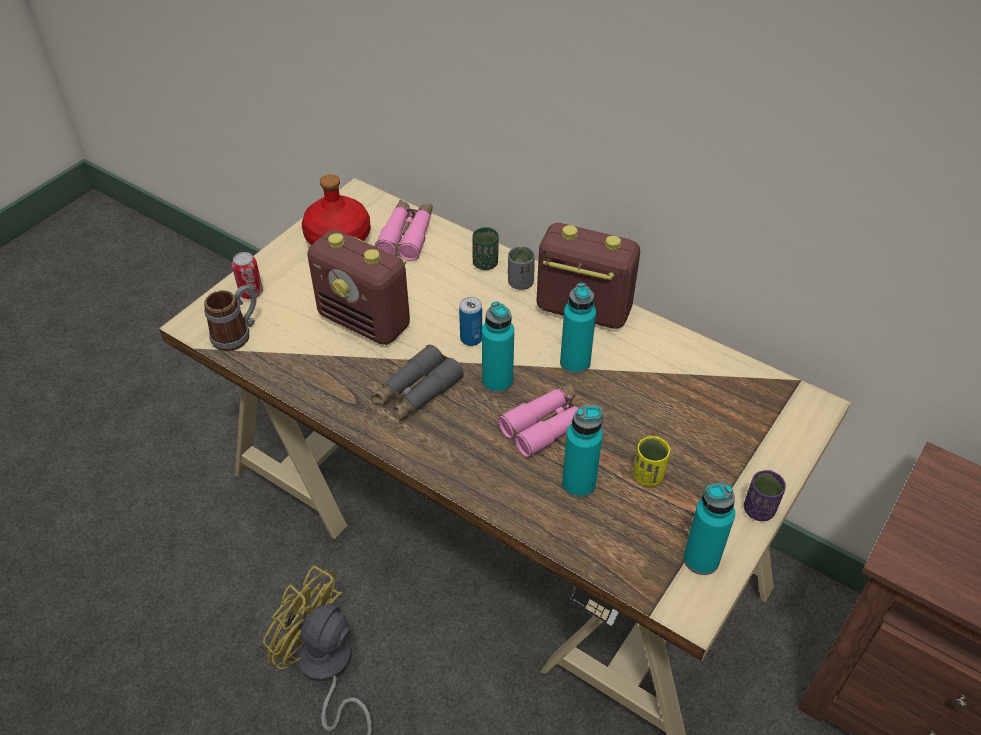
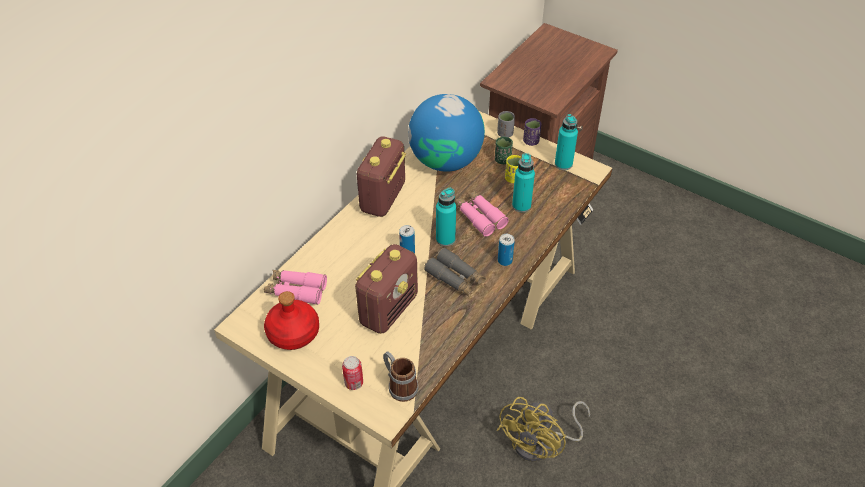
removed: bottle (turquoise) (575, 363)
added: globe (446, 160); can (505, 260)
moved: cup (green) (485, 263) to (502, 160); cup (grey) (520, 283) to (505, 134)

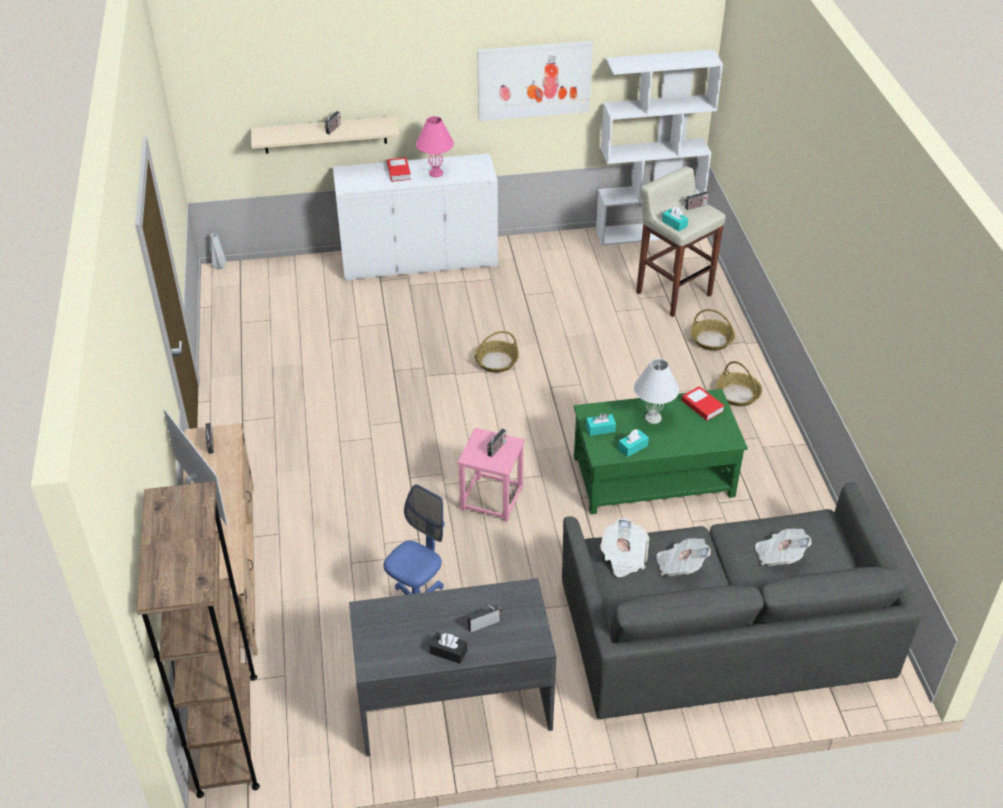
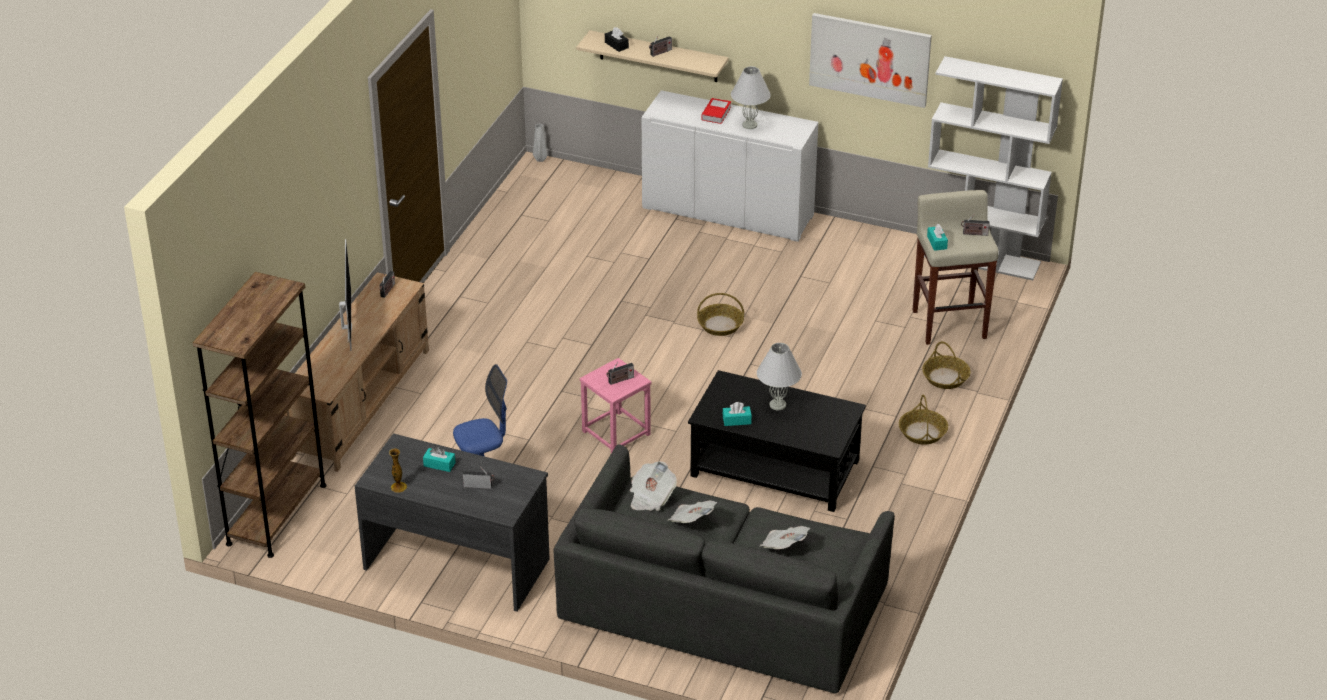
removed: book (702, 406)
added: vase (399, 487)
moved: tissue box (turquoise) (600, 429) to (439, 464); tissue box (black) (448, 652) to (616, 45)
recoloured: coffee table (green) (652, 476) to coffee table (black) (774, 468); table lamp (pink) (436, 173) to table lamp (white) (750, 125)

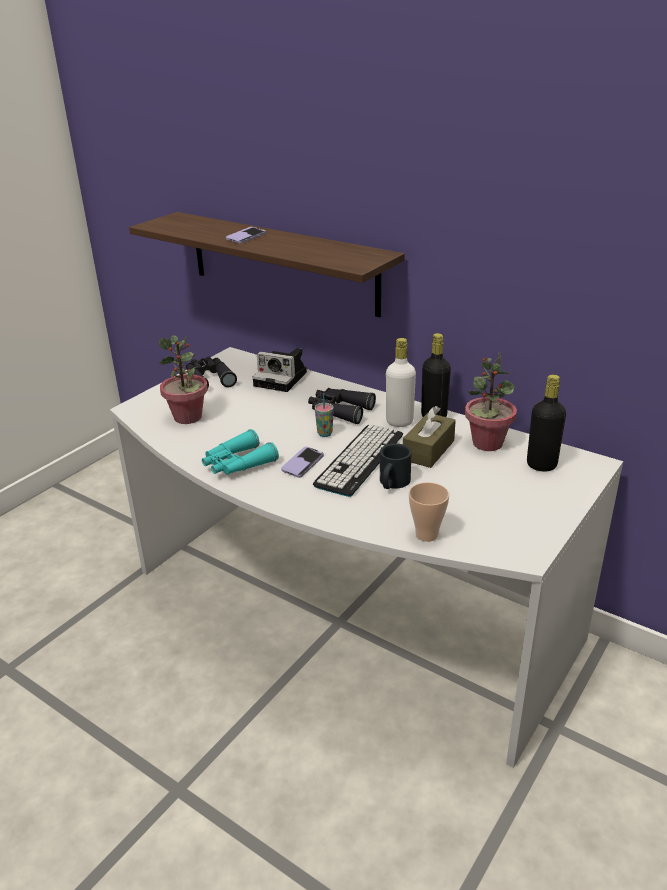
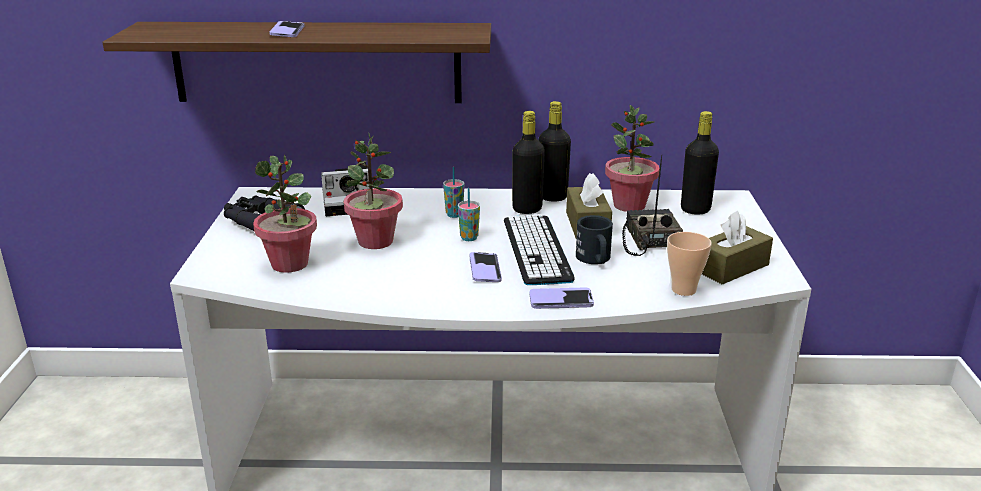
removed: binoculars (turquoise) (237, 464)
added: potted plant (375, 241); phone (561, 300); radio (648, 240); tissue box (brown) (731, 267)
replaced: binoculars (black) (339, 410) to cup (454, 215)
recoloured: bottle (white) (399, 422) to bottle (black) (527, 209)

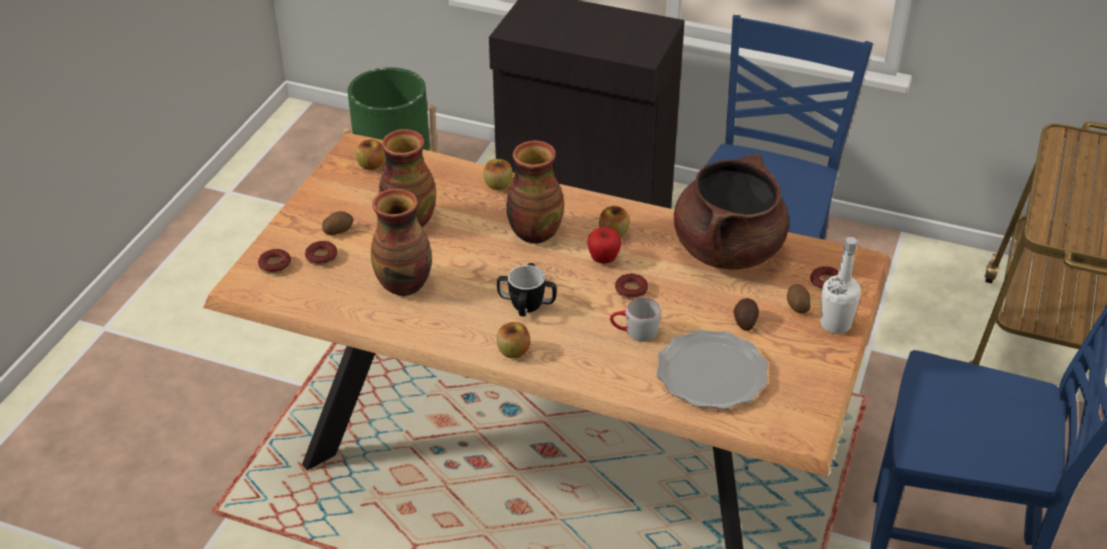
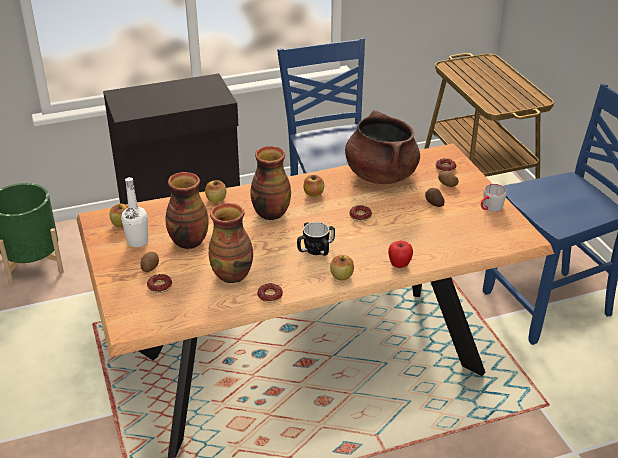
removed: plate (712, 373)
moved: bottle (white) (835, 324) to (137, 241); donut (275, 265) to (270, 296); apple (603, 260) to (399, 265); mug (grey) (634, 332) to (490, 208)

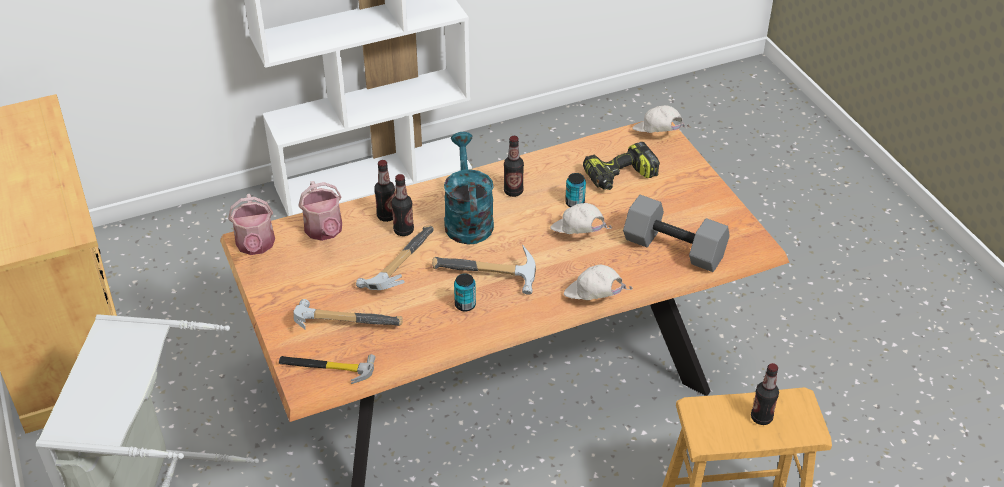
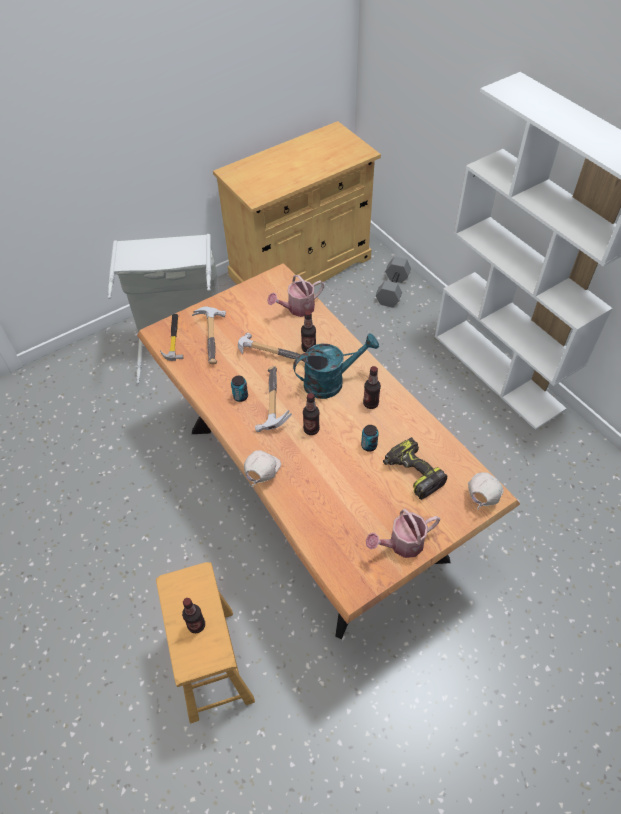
removed: cap (white) (578, 234)
moved: bottle (386, 216) to (311, 429); watering can (256, 246) to (401, 544); dumbbell (grey) (672, 249) to (392, 289)

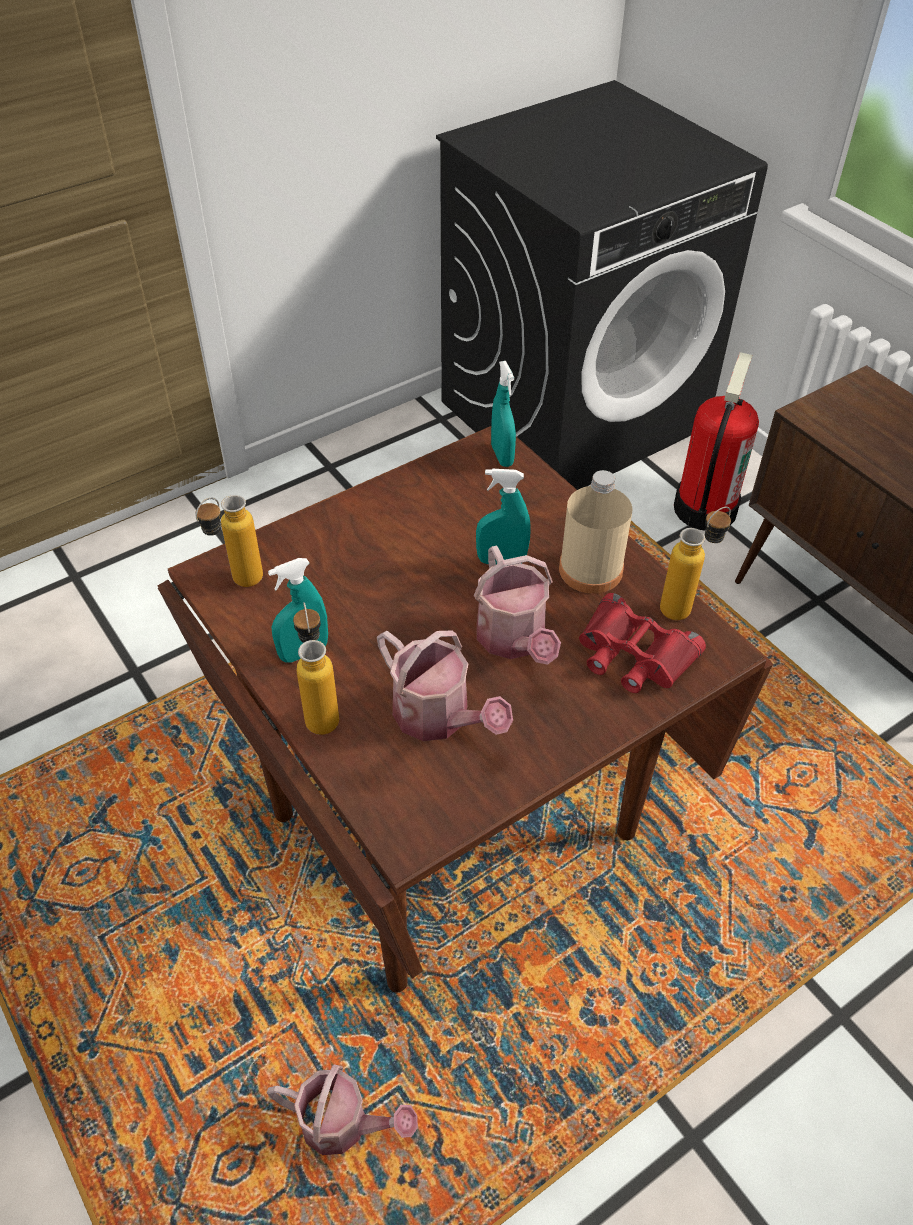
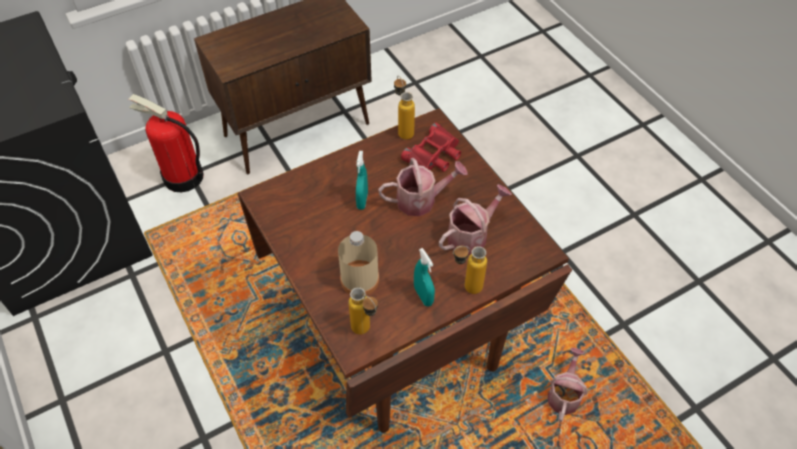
removed: spray bottle (turquoise) (502, 456)
moved: bottle (beige) (590, 570) to (359, 279)

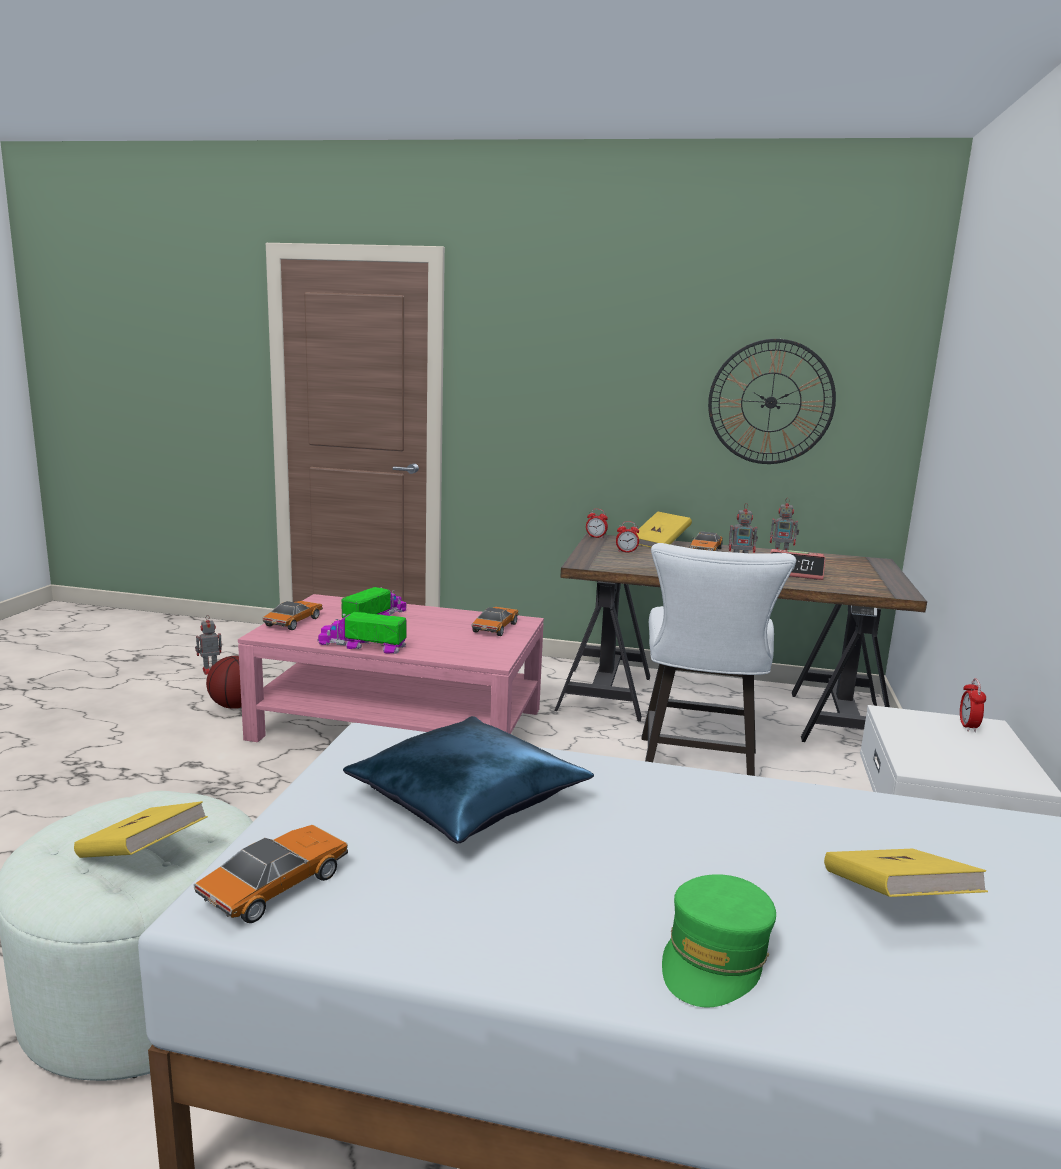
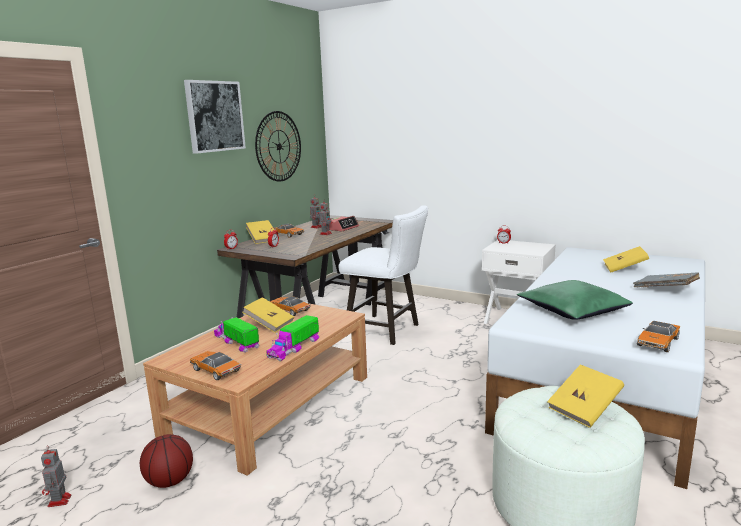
added: picture (215, 116); book (yellow) (269, 324)
replaced: cap (green) (715, 957) to book (grey) (665, 289)
recoloured: coffee table (pink) (398, 724) to coffee table (brown) (270, 405); pillow (blue) (465, 797) to pillow (green) (572, 310)
turned: toy car (275, 885) = (657, 342) 105 degrees counterclockwise

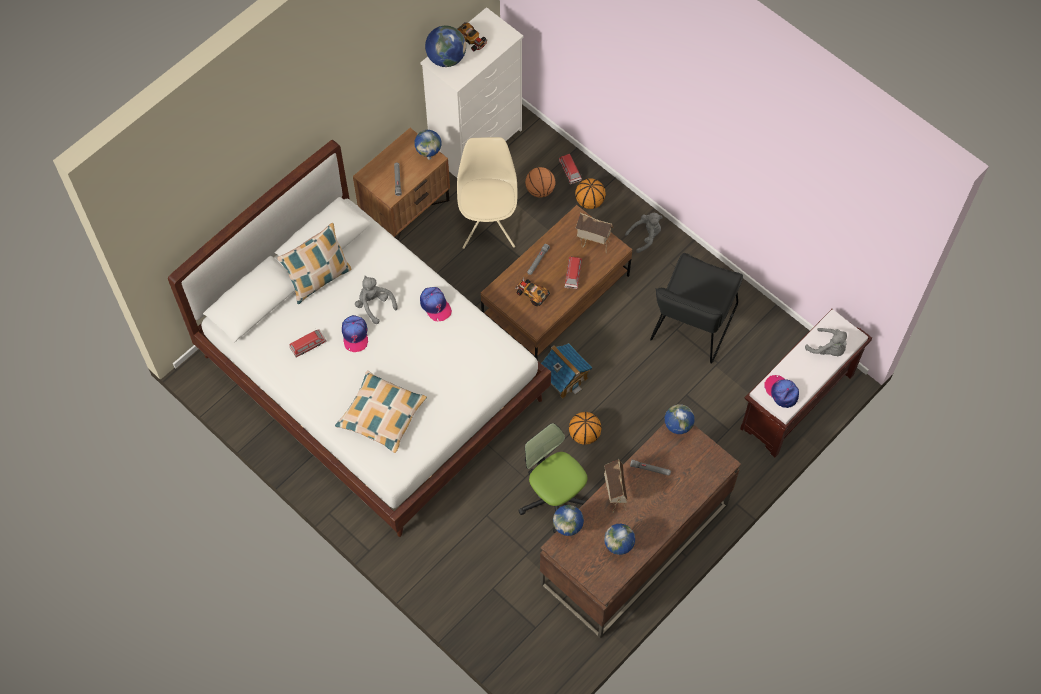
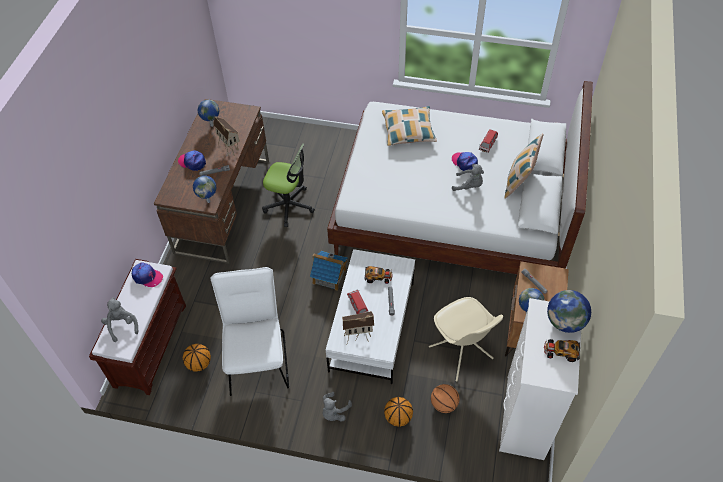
removed: globe (568, 530); toy car (570, 172)
moved: cap (435, 305) to (192, 162); basketball (584, 434) to (199, 364)
recoloured: chair (black) (691, 327) to chair (white) (257, 358); coffee table (brown) (556, 297) to coffee table (white) (372, 326)
turned: plush toy (grey) (828, 349) = (122, 325) 60 degrees clockwise

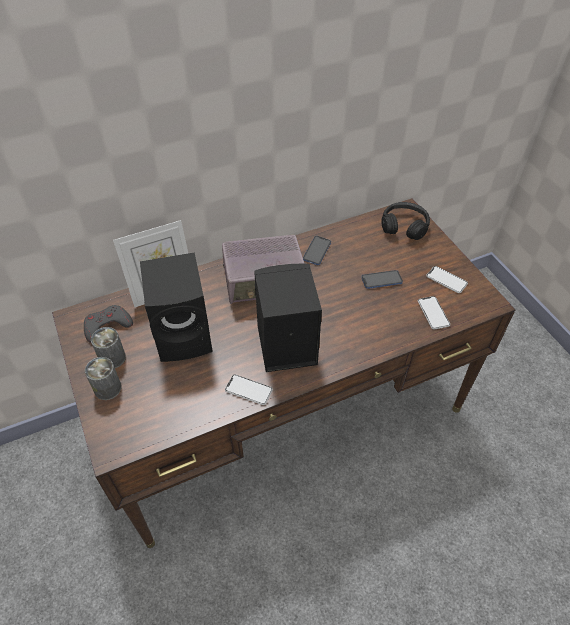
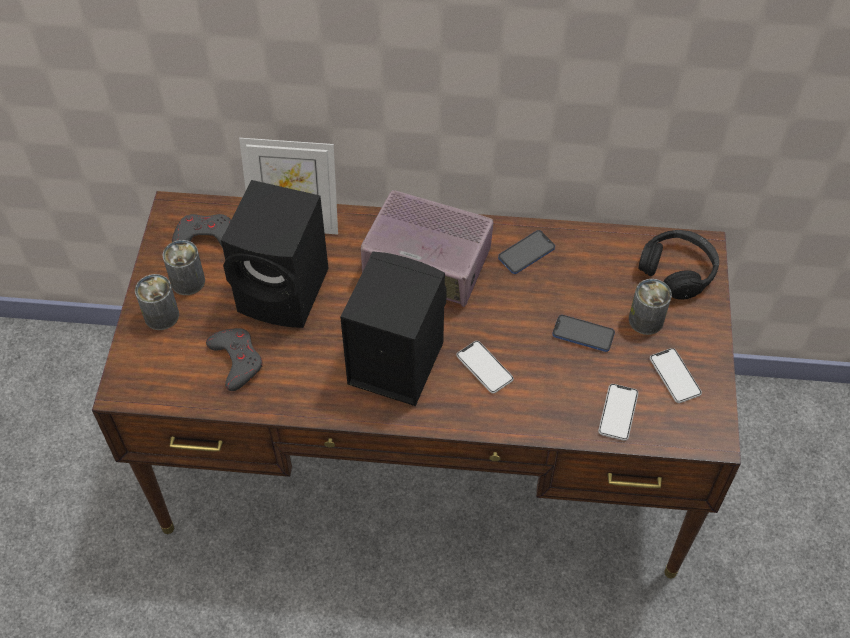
added: game controller (grey) (236, 360); can (646, 320)
moved: phone (248, 390) to (484, 367)

